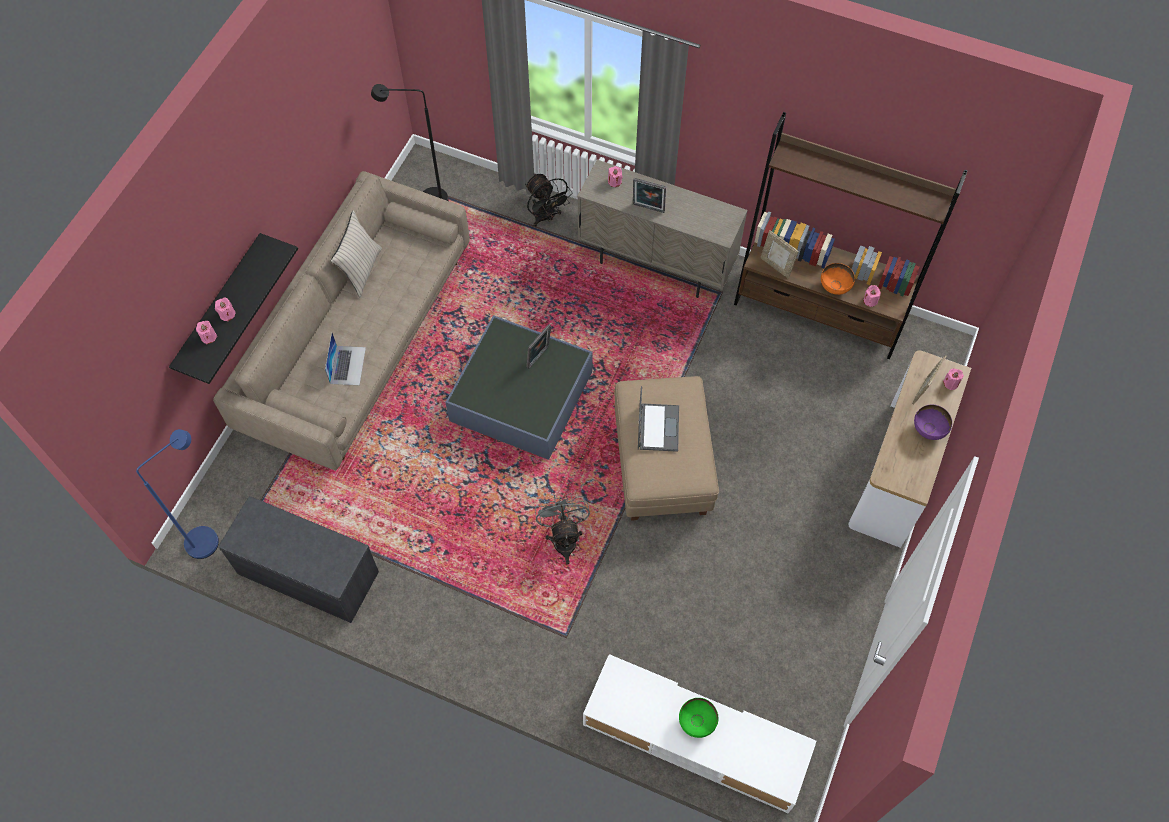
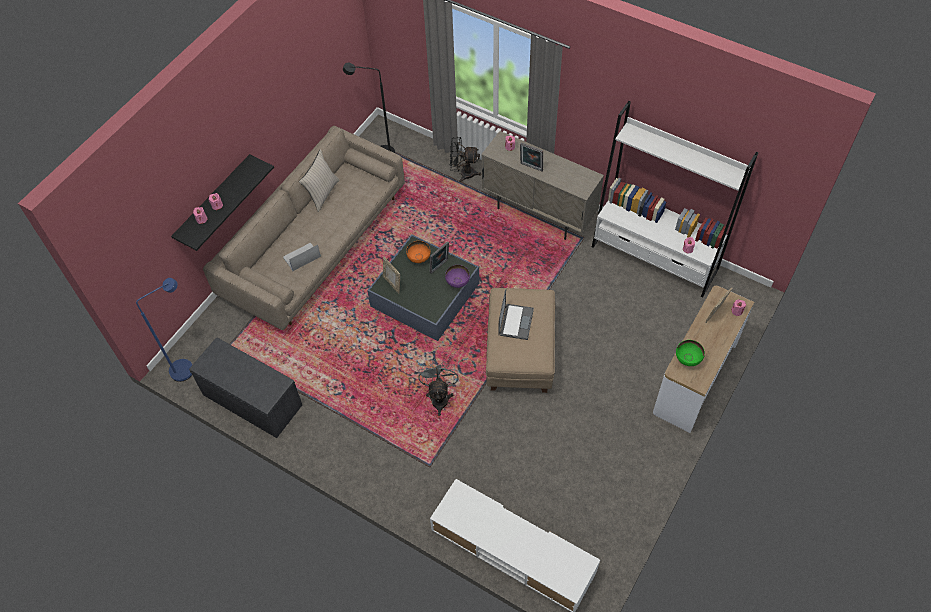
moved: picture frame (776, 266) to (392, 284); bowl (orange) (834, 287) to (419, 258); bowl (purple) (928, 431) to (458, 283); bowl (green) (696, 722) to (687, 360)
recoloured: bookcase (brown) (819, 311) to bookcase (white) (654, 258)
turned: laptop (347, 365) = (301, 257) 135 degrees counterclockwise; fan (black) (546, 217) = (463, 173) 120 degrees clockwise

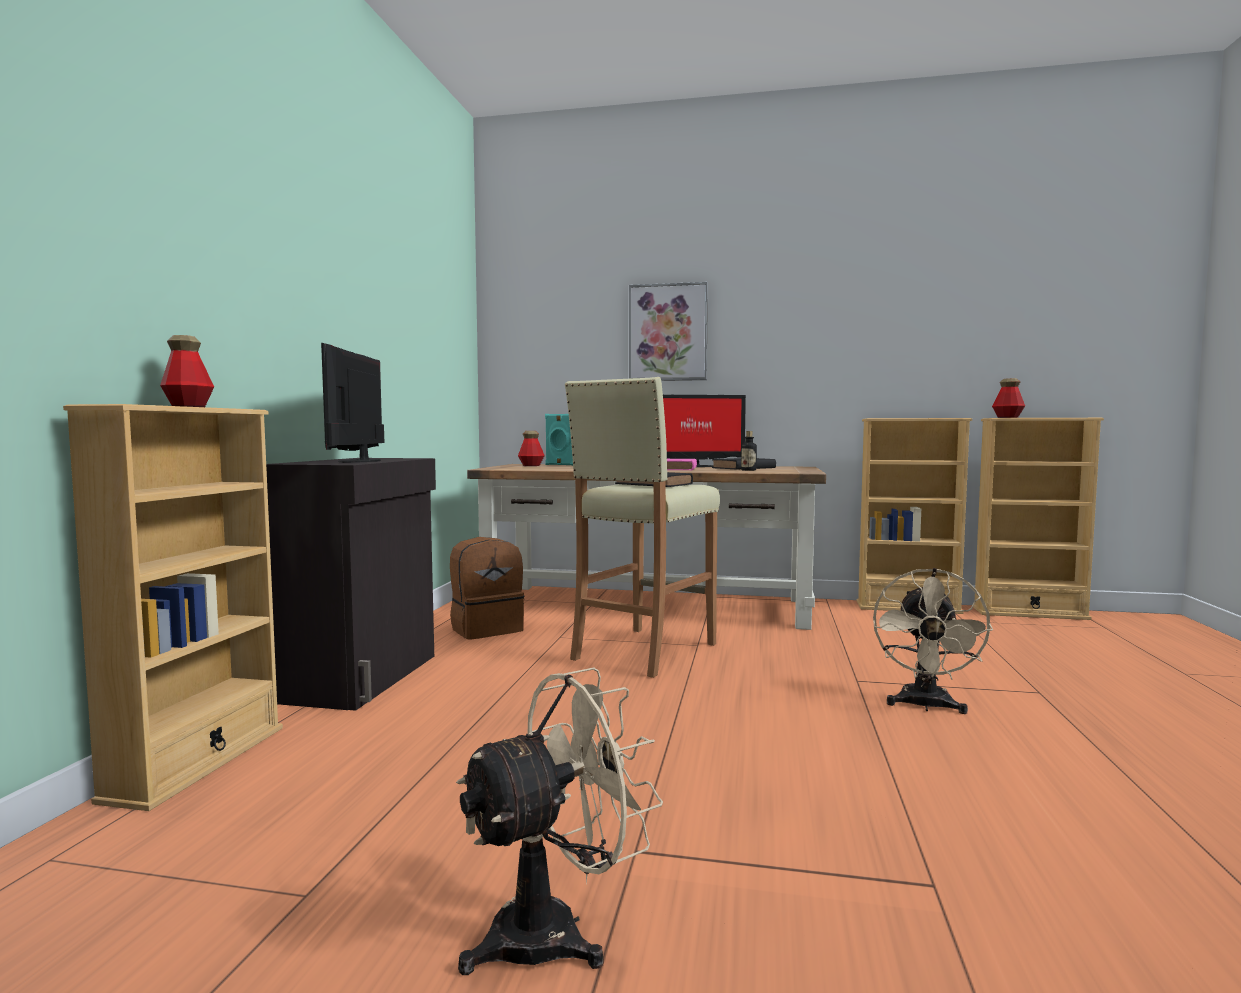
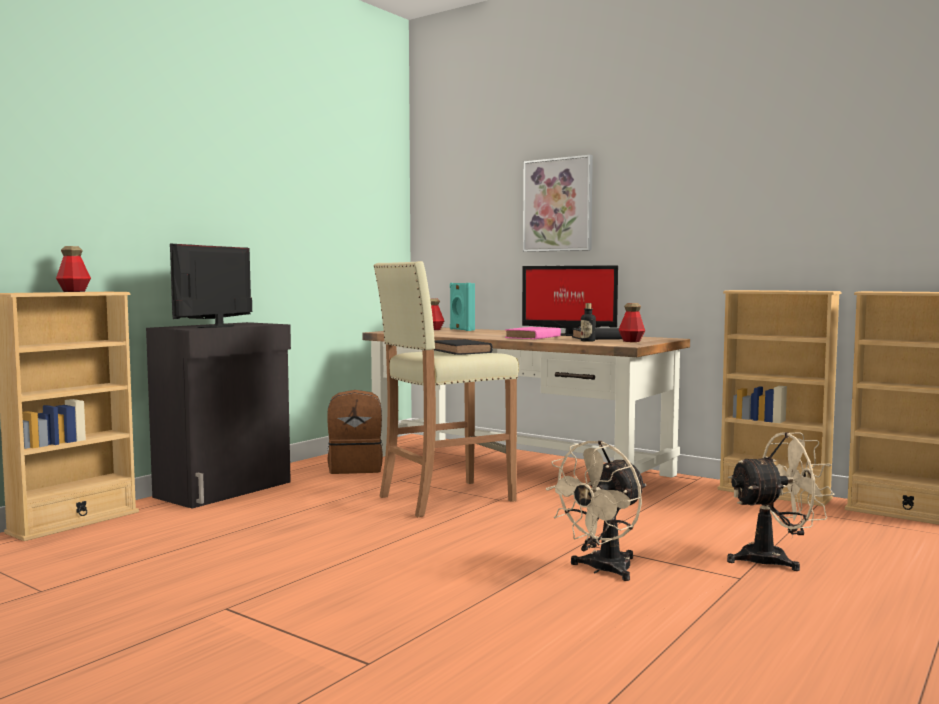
moved: bottle (1007, 417) to (631, 341); fan (beige) (556, 930) to (774, 559)

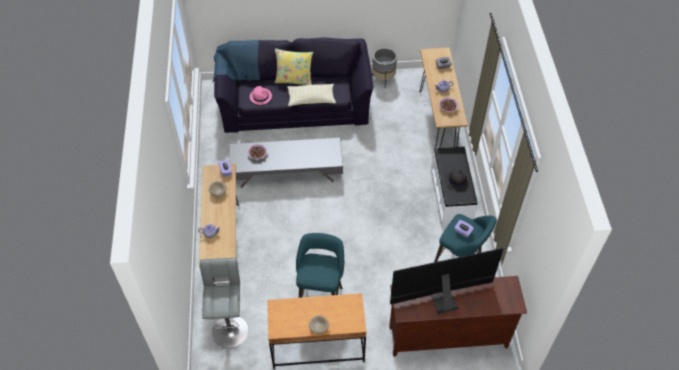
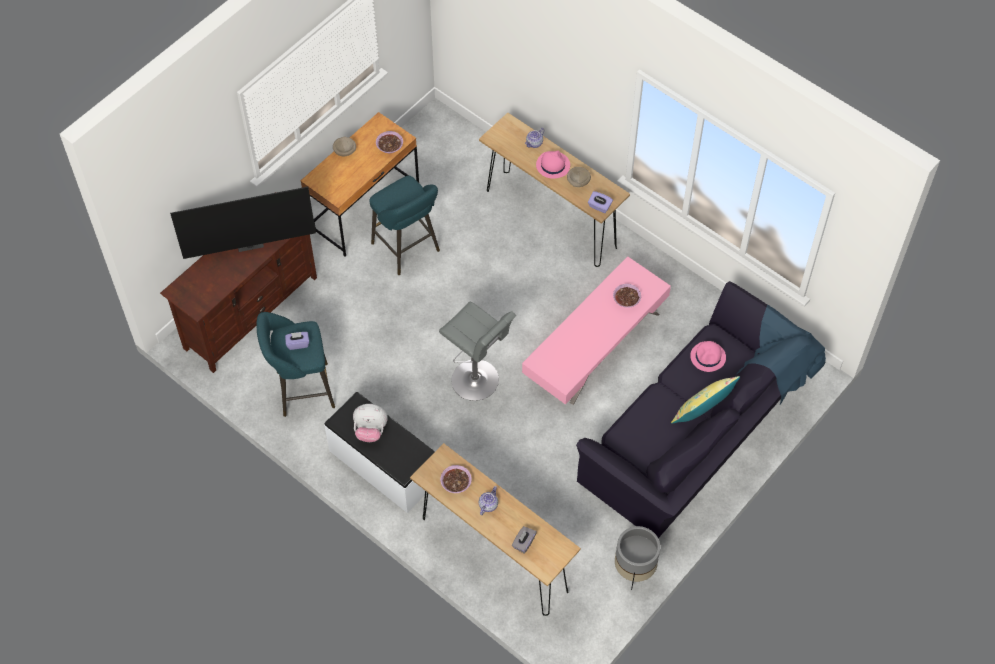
removed: pillow (beige) (311, 99)
added: bowl (390, 146); hat (pink) (552, 165)
moved: stool (grey) (230, 328) to (478, 382)
replaced: hat (black) (457, 181) to plush toy (370, 430)
recoloured: coffee table (grey) (287, 170) to coffee table (pink) (595, 345)
turned: television (442, 300) = (250, 242) 45 degrees clockwise

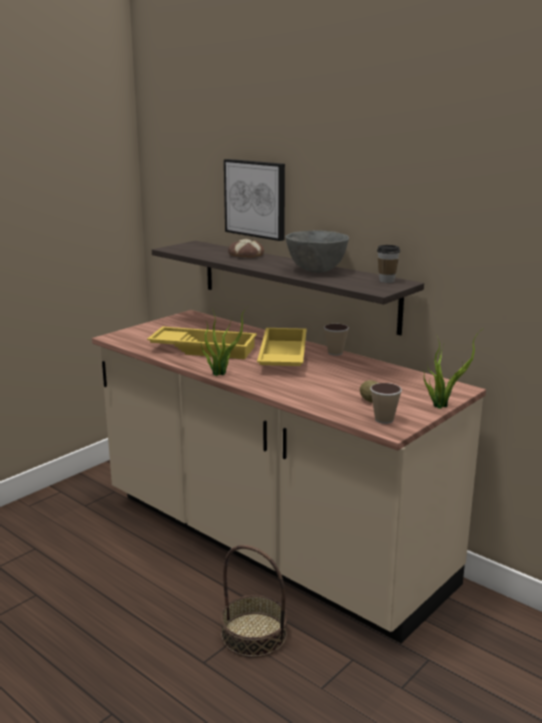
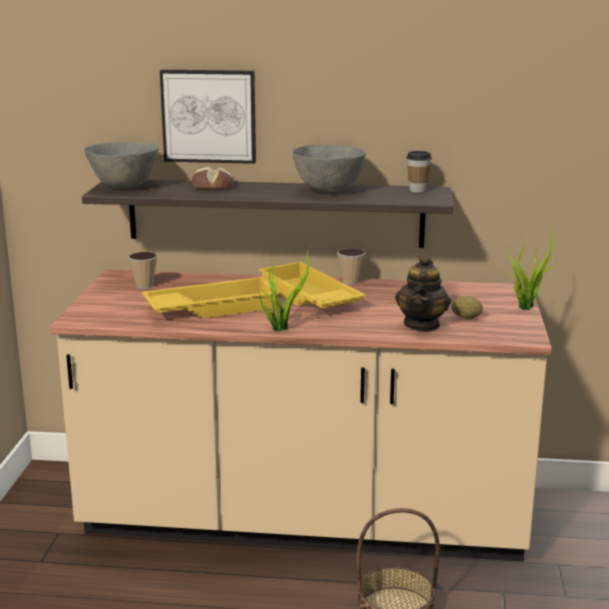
added: bowl (grey) (124, 187); teapot (422, 325)
moved: cup (384, 419) to (144, 286)

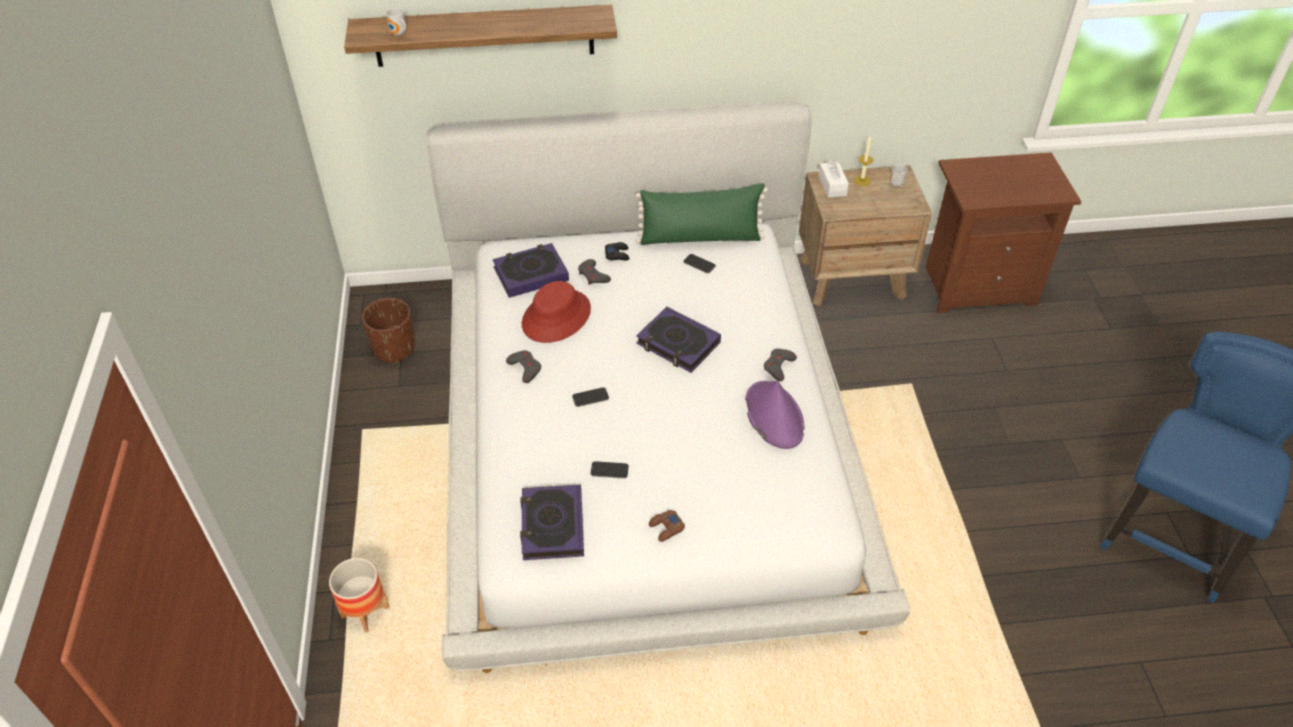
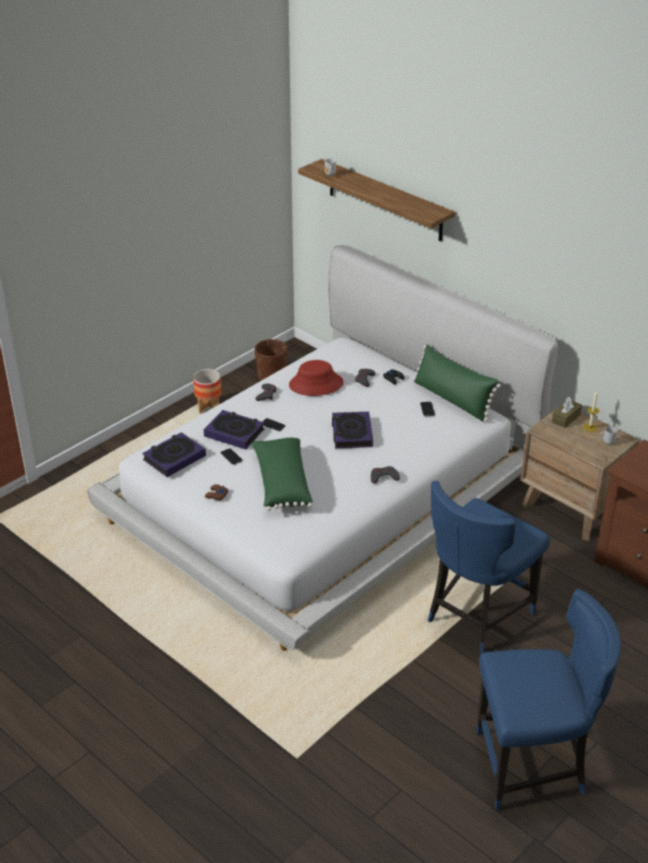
removed: hat (purple) (773, 415)
added: pillow (green) (281, 483); chair (blue) (476, 616)
moved: planter (365, 612) to (208, 407); book (531, 274) to (234, 433)
recoloured: tissue box (white) (832, 186) to tissue box (brown) (566, 418)

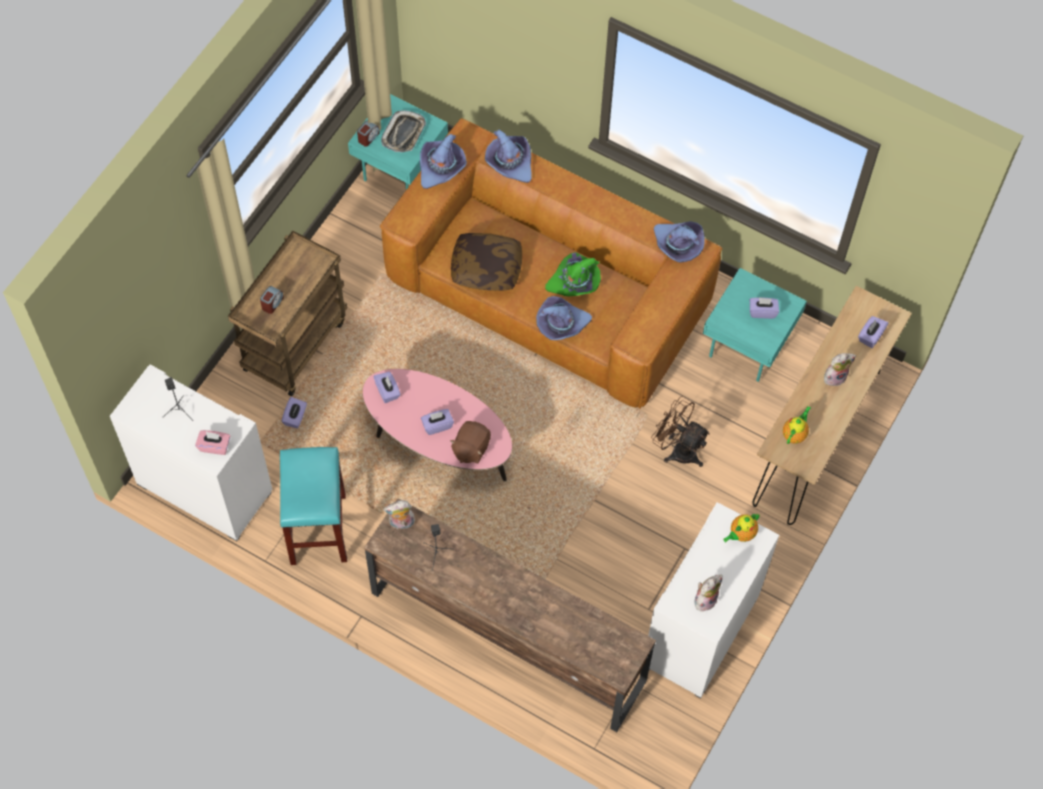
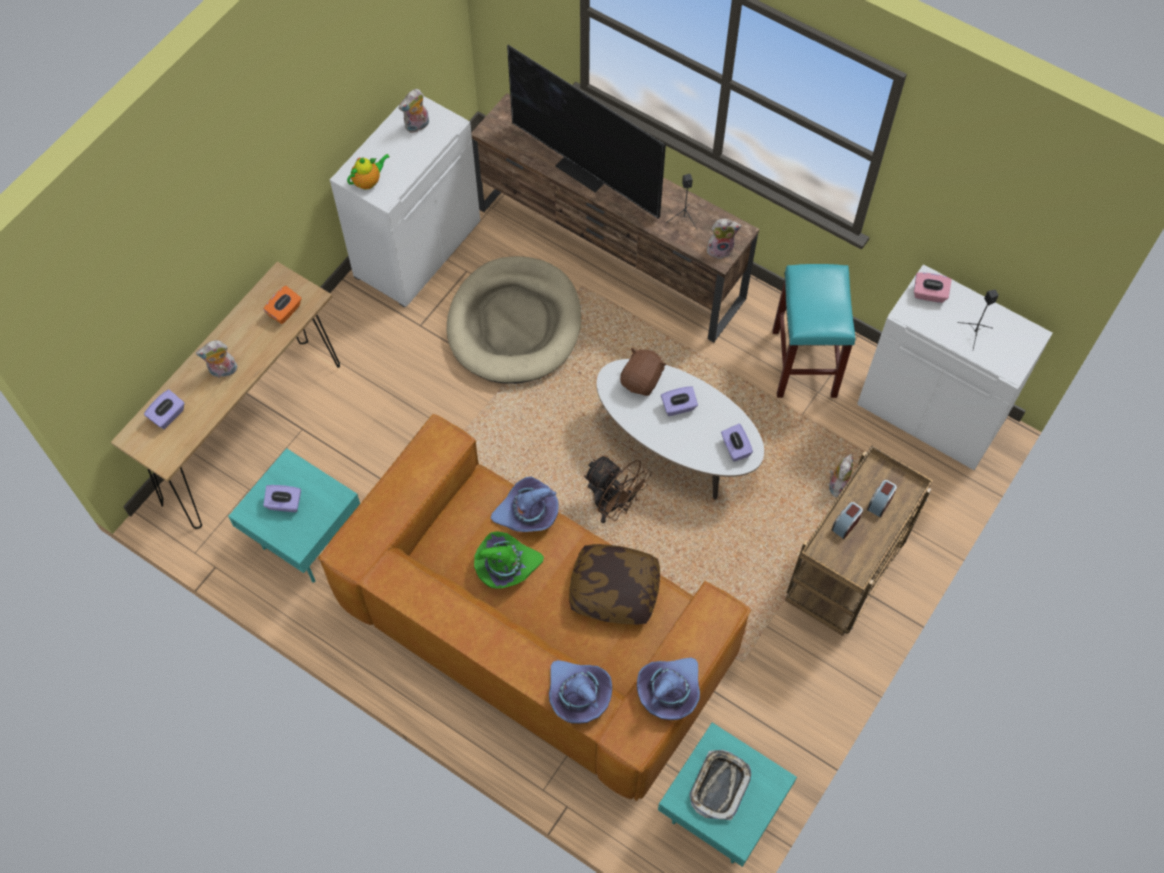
removed: hat (purple) (678, 245)
added: dog bed (beige) (514, 324); television (585, 170)
moved: fan (brown) (678, 449) to (613, 505); alarm clock (368, 137) to (845, 524)
replaced: teapot (795, 434) to tissue box (orange) (285, 311); tissue box (purple) (295, 417) to plush toy (837, 484)
recoloured: coffee table (pink) (438, 444) to coffee table (white) (675, 446)

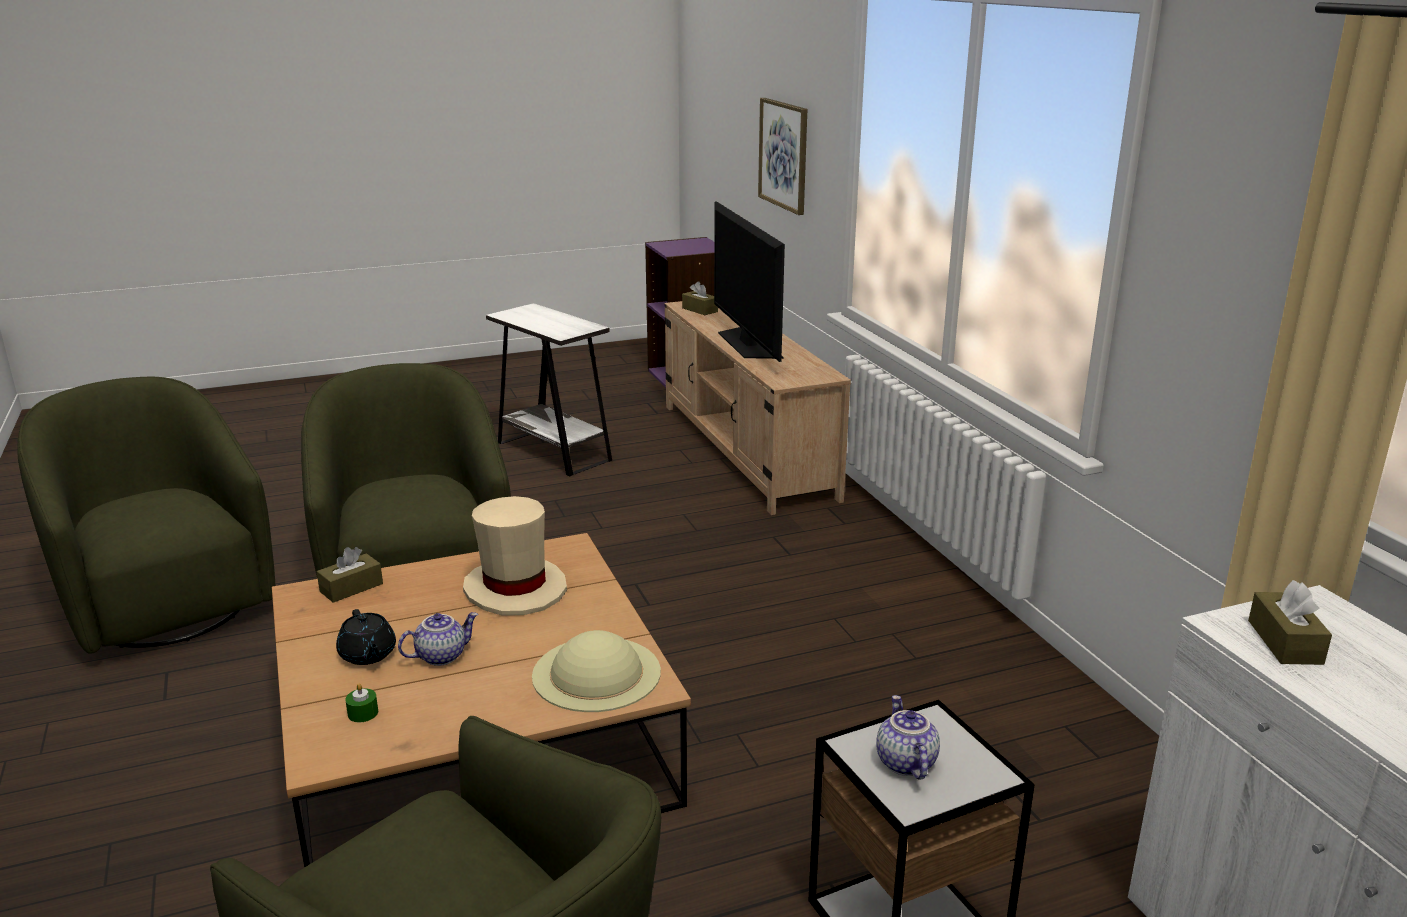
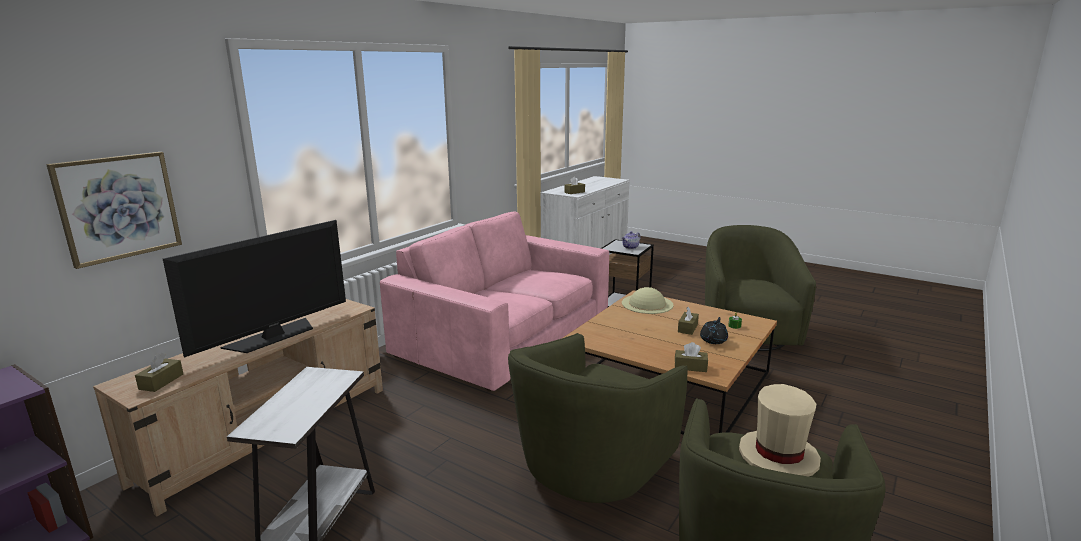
added: sofa (pink) (504, 335)
moved: hat (beige) (515, 589) to (778, 456)
replaced: teapot (441, 655) to tissue box (brown) (687, 328)

